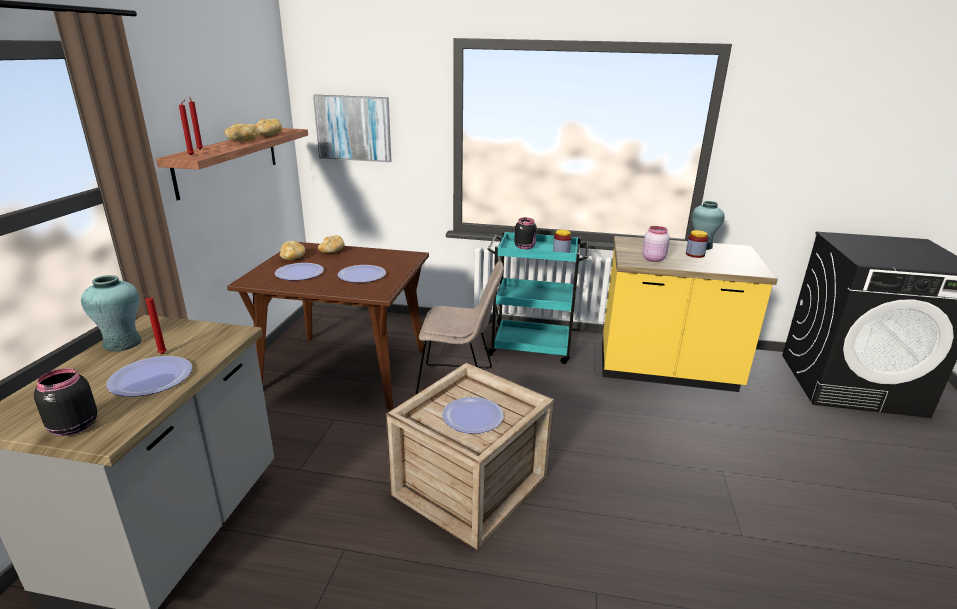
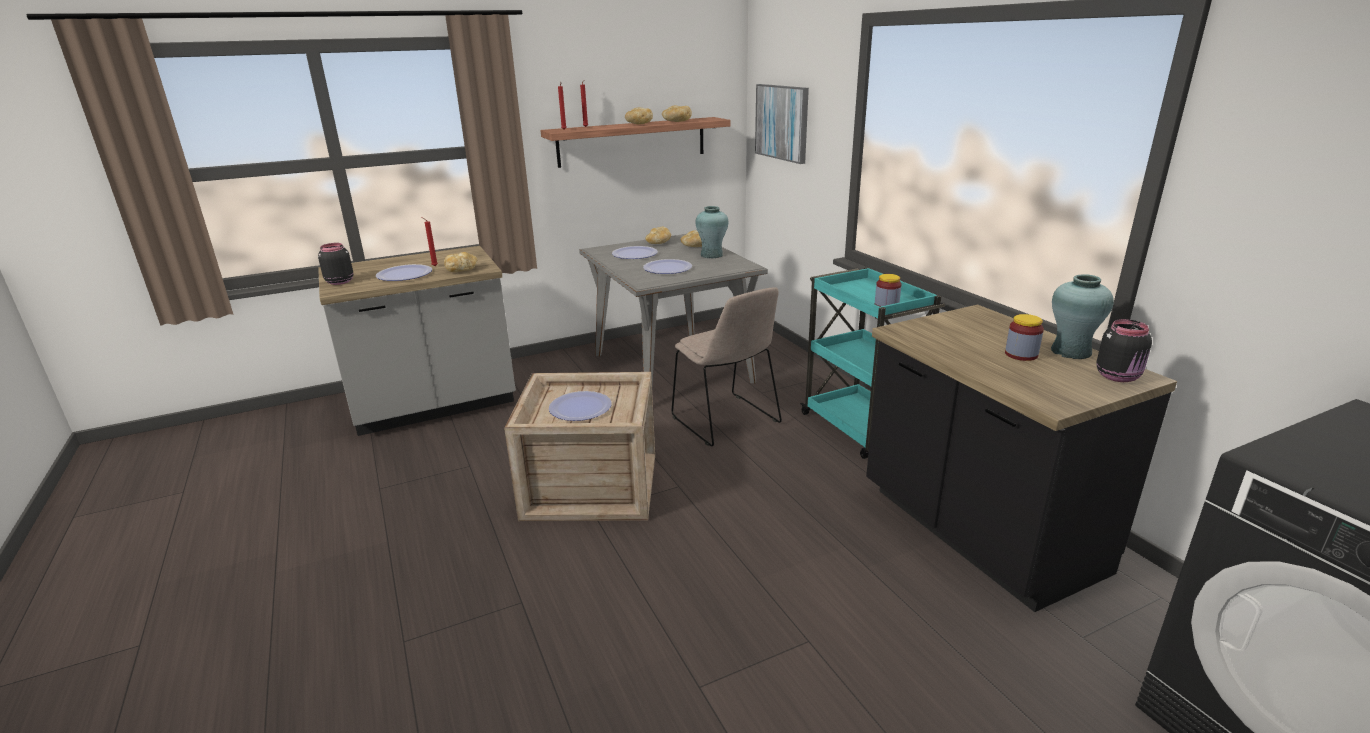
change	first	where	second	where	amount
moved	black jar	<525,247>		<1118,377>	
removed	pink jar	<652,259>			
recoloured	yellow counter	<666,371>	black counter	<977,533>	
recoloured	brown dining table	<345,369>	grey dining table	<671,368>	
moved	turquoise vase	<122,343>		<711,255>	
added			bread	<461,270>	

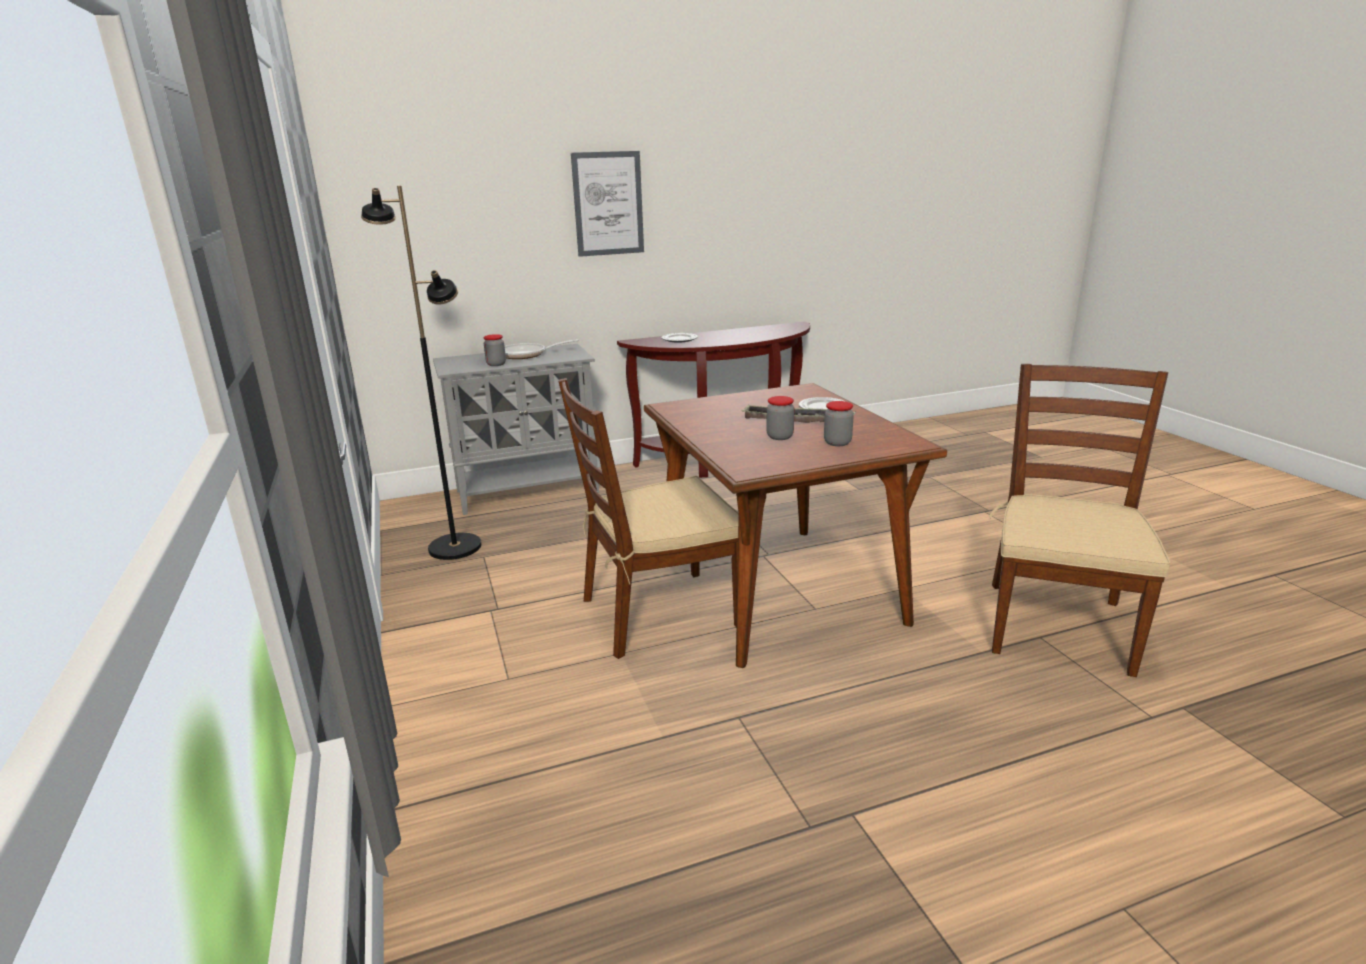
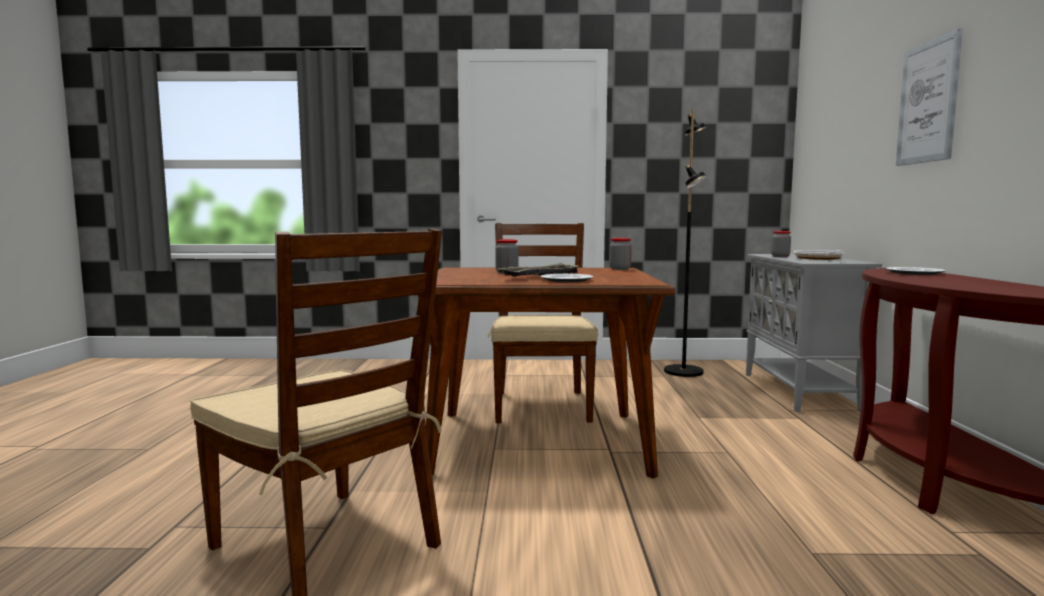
change	first	where	second	where	amount
moved	jar	<837,442>		<620,269>	

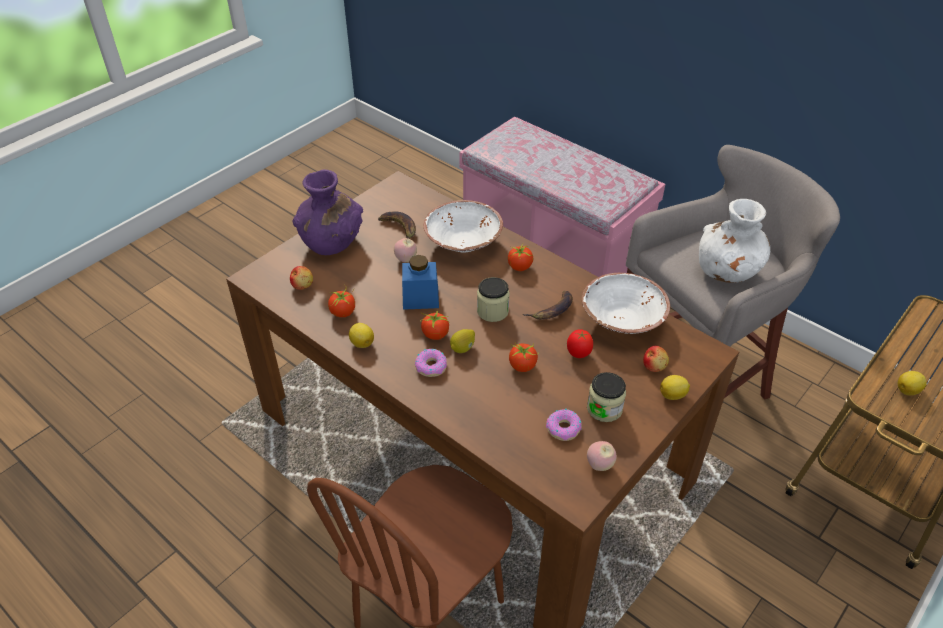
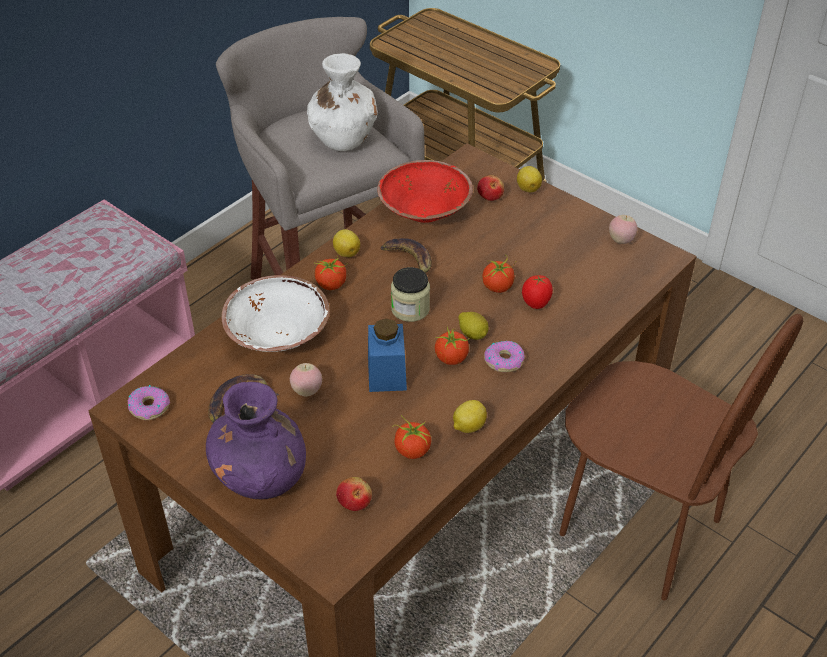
change	first	where	second	where	amount
recoloured	white bowl	<622,320>	red bowl	<425,211>	
moved	tomato	<578,354>		<536,304>	
moved	lemon	<908,390>		<346,252>	
removed	jar	<604,408>			
moved	donut	<563,428>		<149,407>	

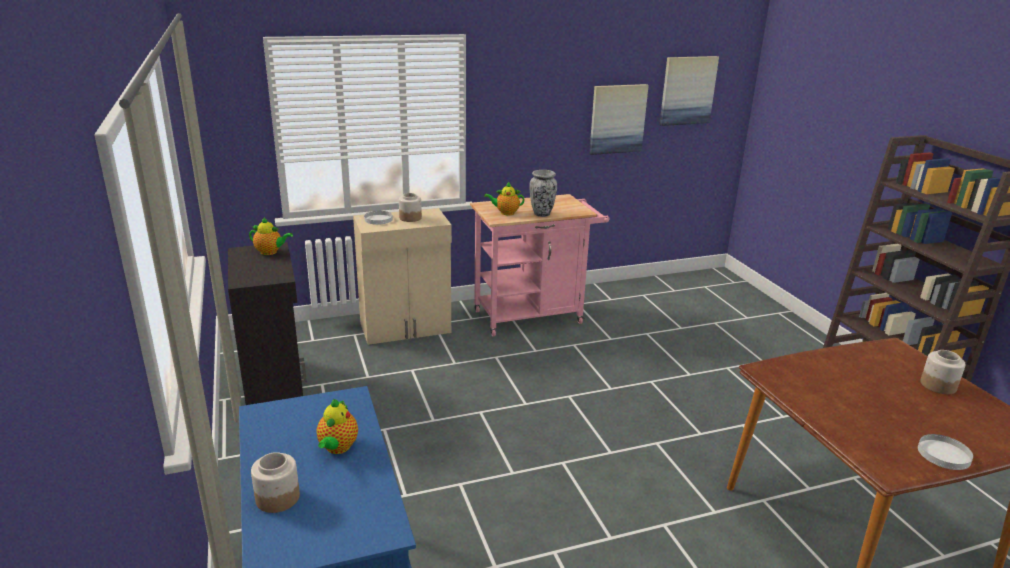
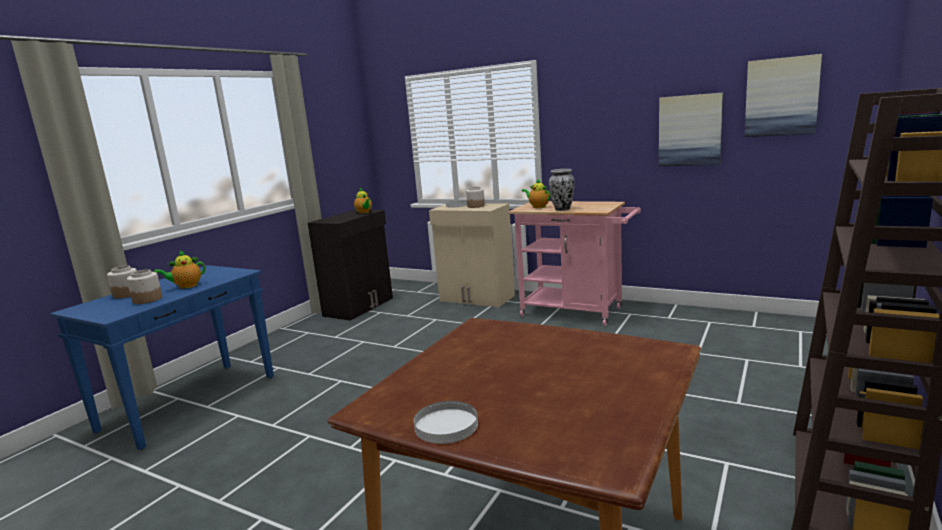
change	first	where	second	where	amount
moved	jar	<937,385>		<148,299>	

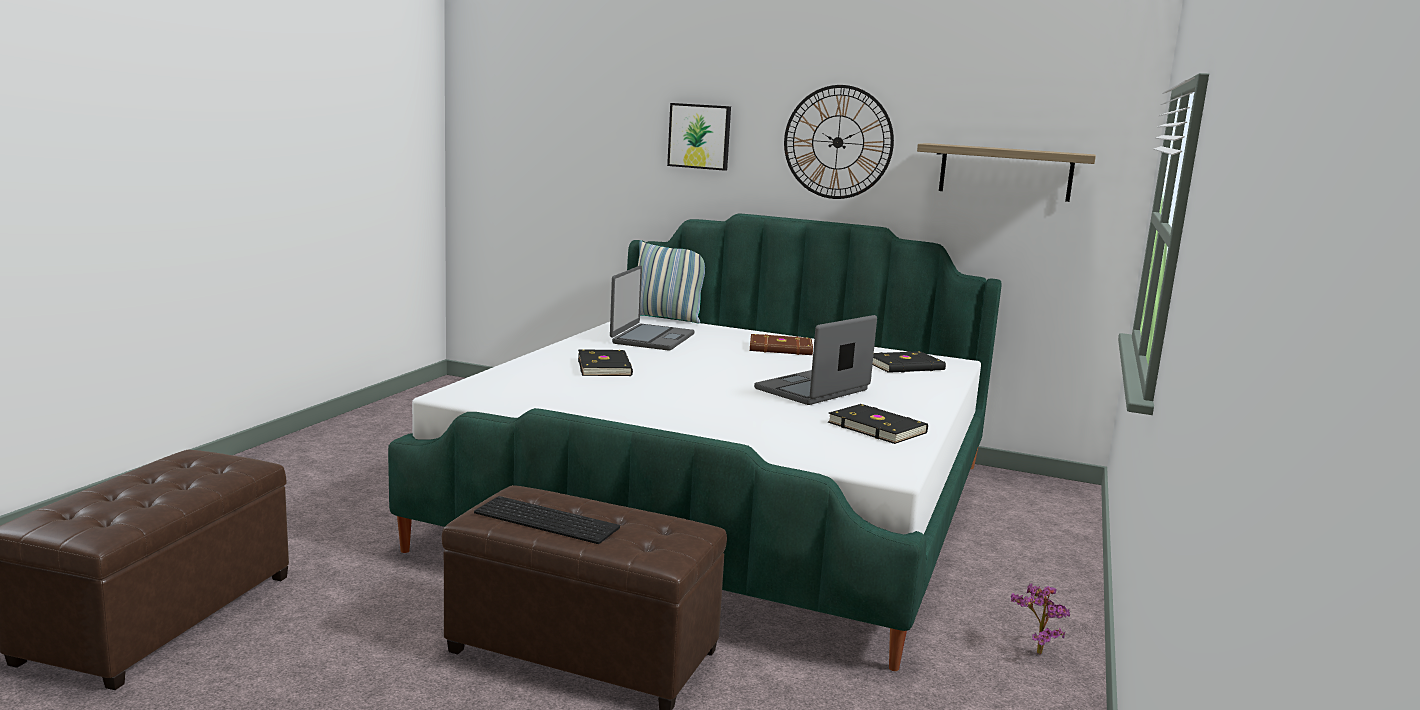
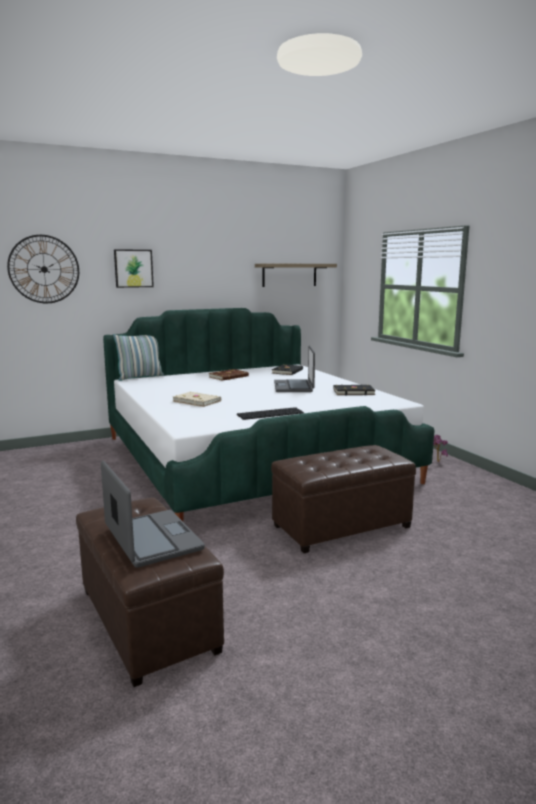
change	first	where	second	where	amount
moved	wall clock	<838,142>		<44,269>	
moved	laptop	<651,339>		<152,539>	
recoloured	black book	<605,367>	beige book	<197,401>	
moved	keyboard	<549,520>		<270,413>	

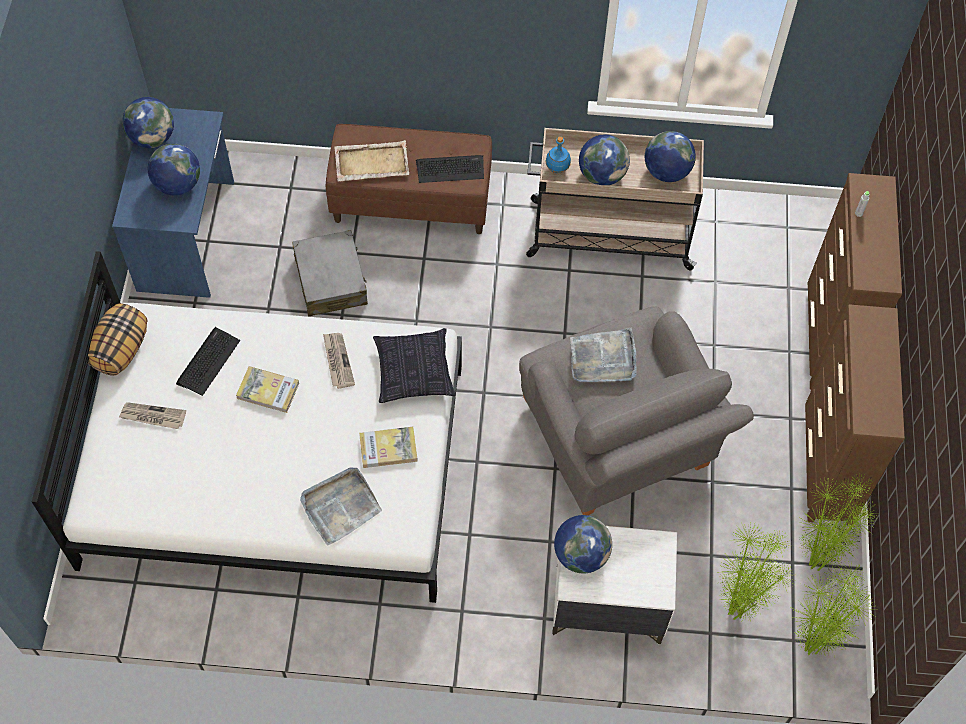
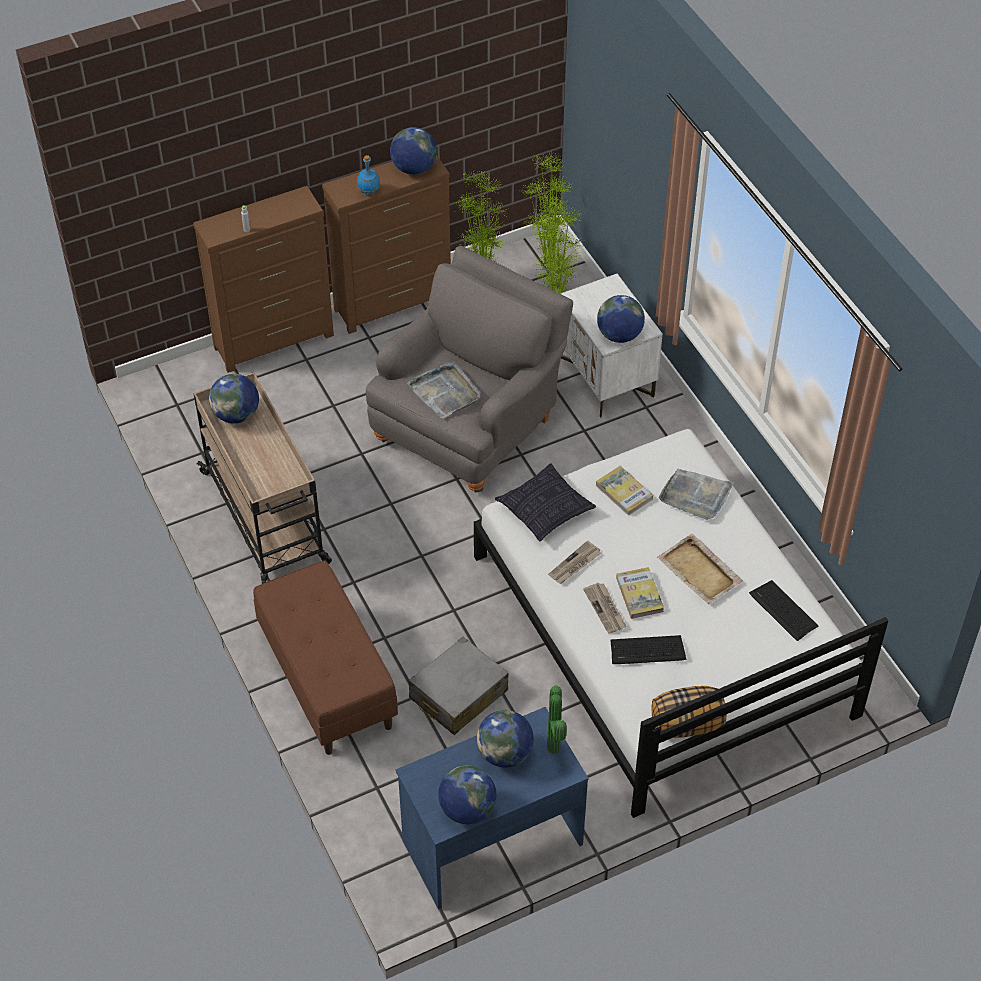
change	first	where	second	where	amount
moved	globe	<602,175>		<413,168>	
moved	blue bottle	<557,169>		<369,192>	
moved	beige tray	<371,163>		<699,571>	
moved	keyboard	<450,169>		<783,610>	
moved	newspaper	<152,416>		<605,609>	
added			potted plant	<556,747>	

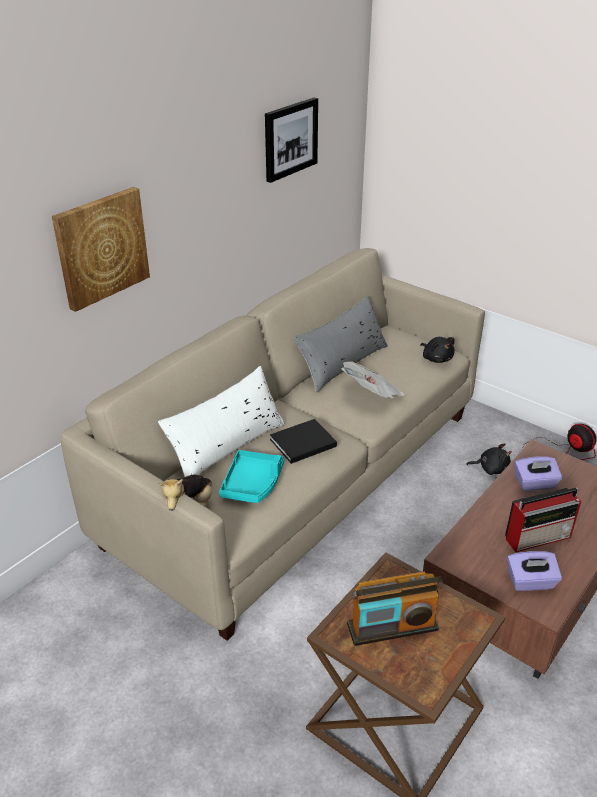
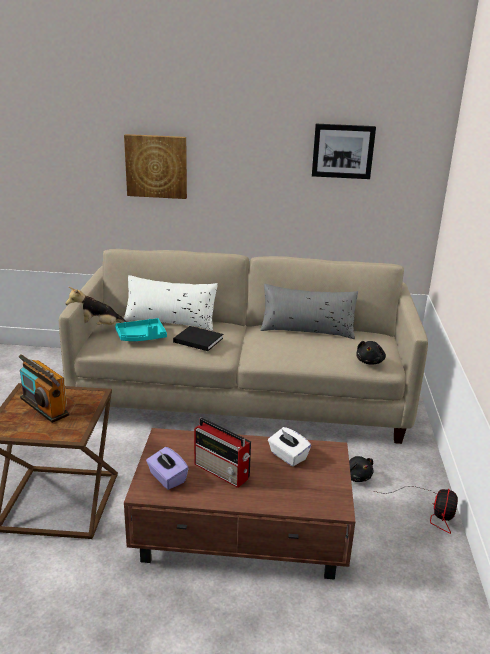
change	first	where	second	where	amount
removed	newspaper	<372,395>			
recoloured	purple tissue box	<535,483>	white tissue box	<288,456>	

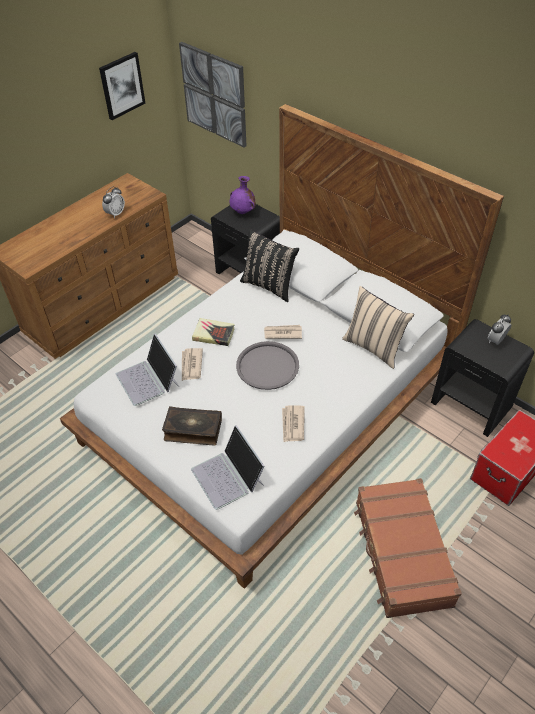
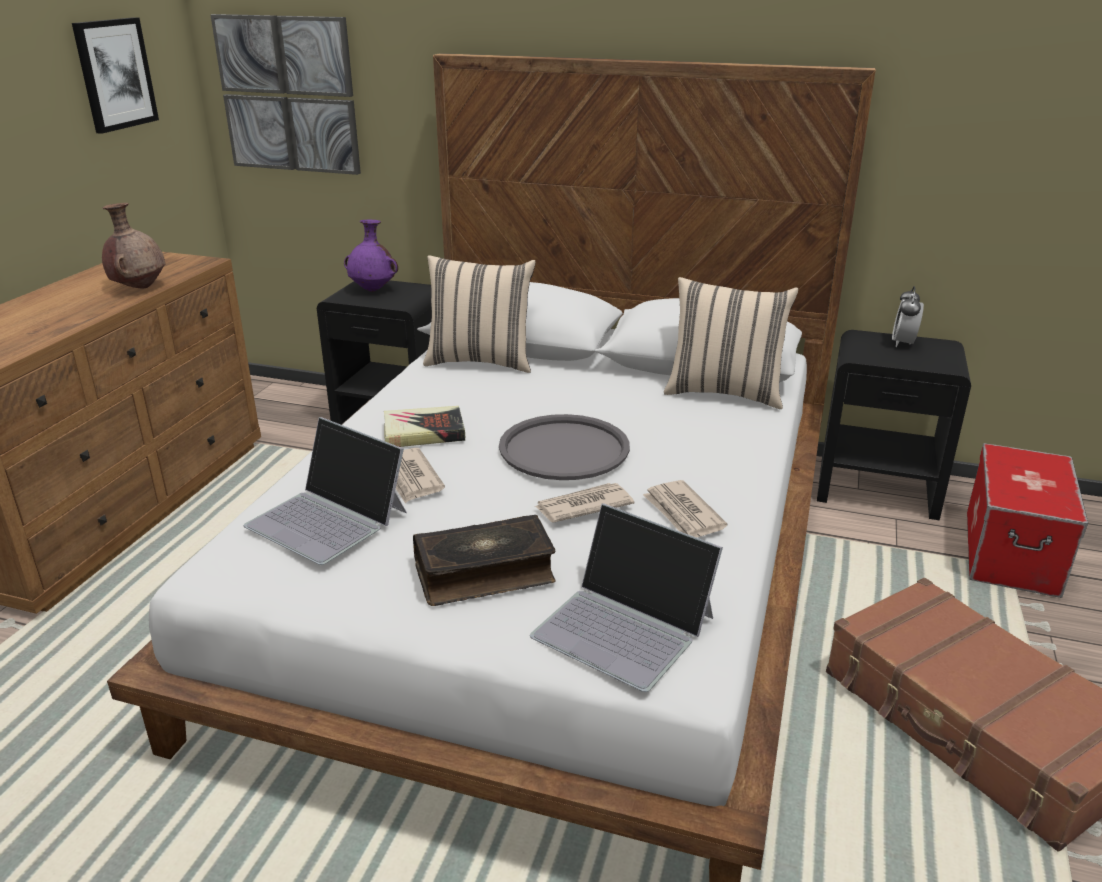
change	first	where	second	where	amount
replaced	alarm clock	<115,213>	brown vase	<139,288>	
recoloured	black pillow	<269,285>	beige pillow	<481,361>	
moved	newspaper	<282,333>		<582,506>	

